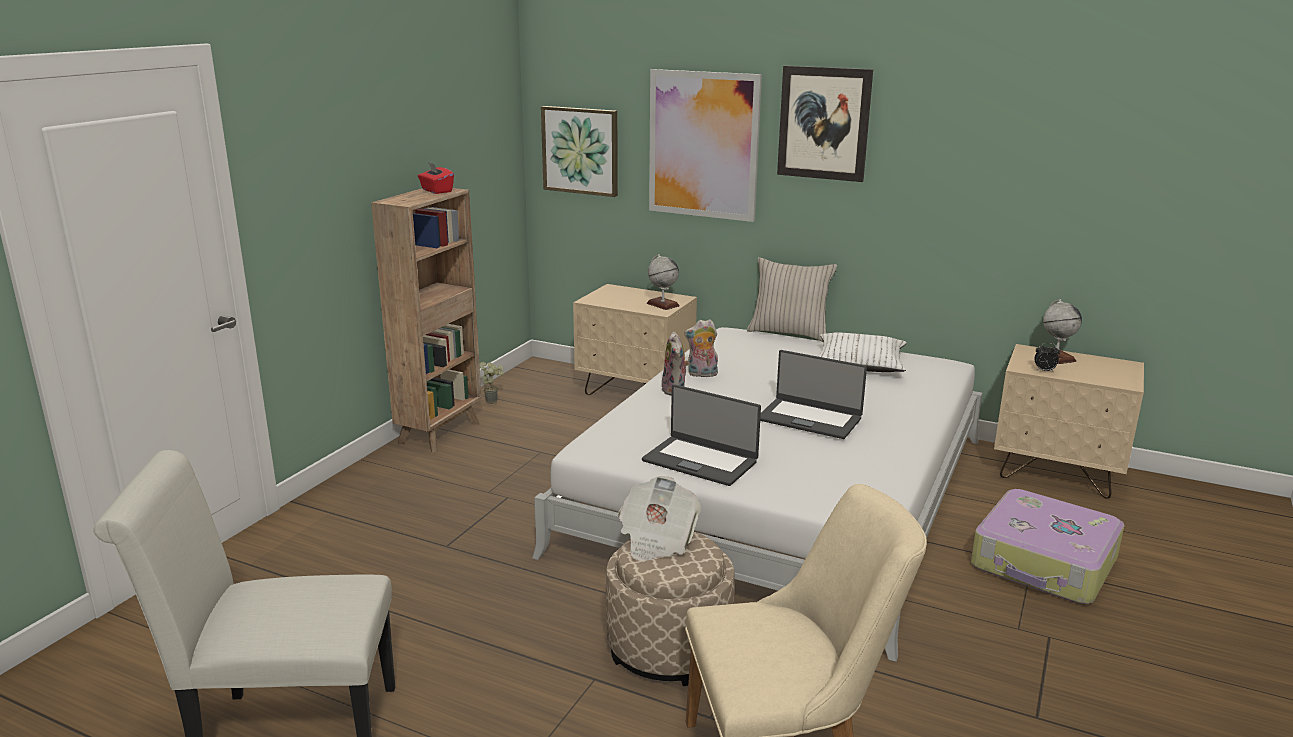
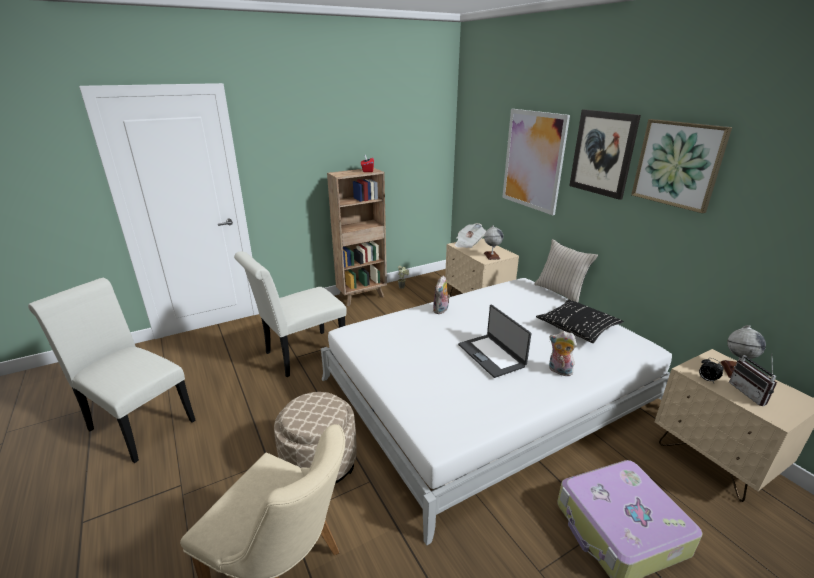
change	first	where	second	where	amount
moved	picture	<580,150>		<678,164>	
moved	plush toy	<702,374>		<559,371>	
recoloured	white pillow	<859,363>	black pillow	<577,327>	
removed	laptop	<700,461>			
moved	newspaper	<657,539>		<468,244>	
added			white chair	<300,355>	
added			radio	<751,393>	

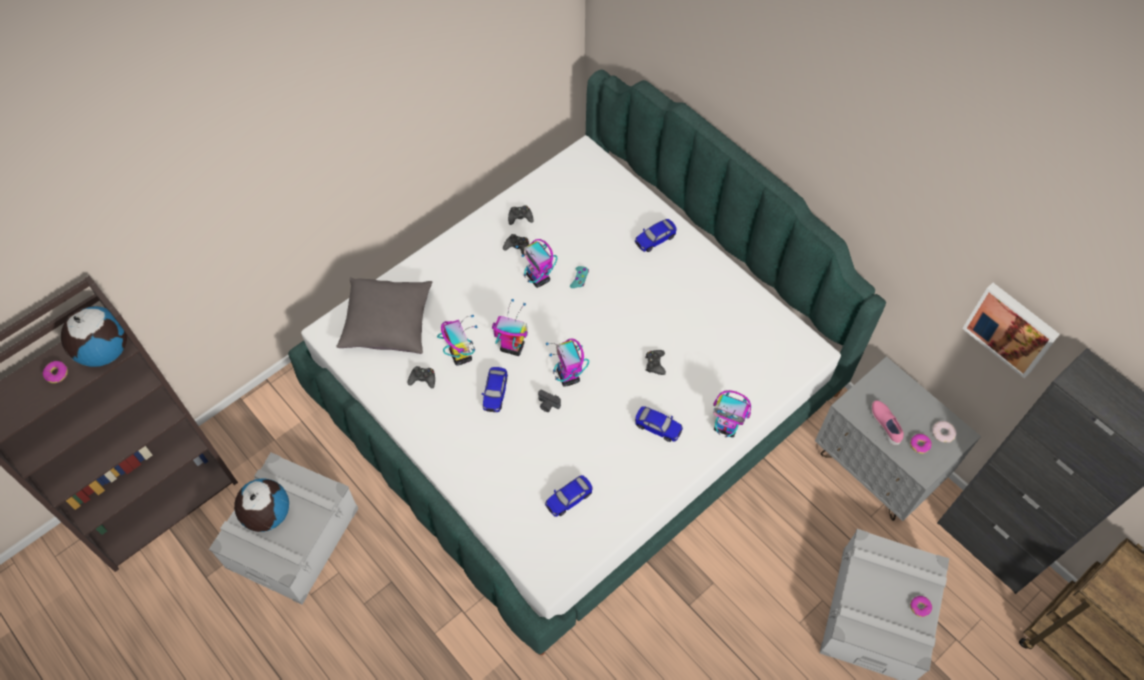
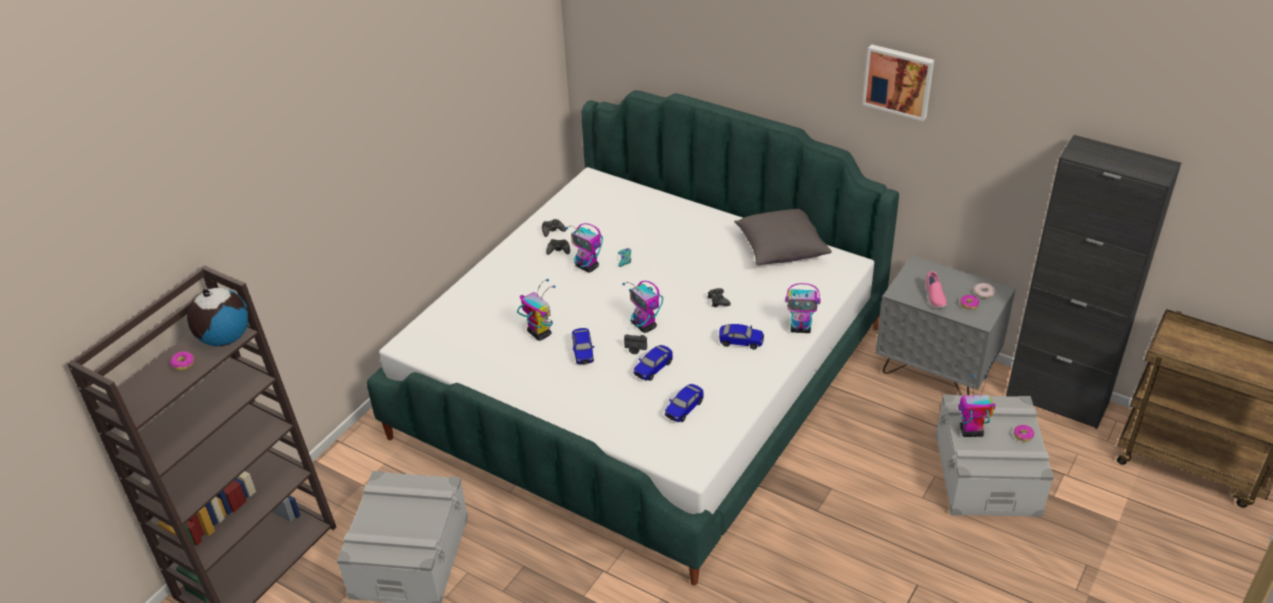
change	first	where	second	where	amount
moved	toy car	<655,240>		<653,369>	
moved	grey pillow	<388,323>		<781,249>	
moved	picture	<1011,328>		<899,81>	
moved	toy robot	<511,347>		<970,432>	
removed	black game controller	<423,379>			
turned	pink shoe	<885,425>		<934,298>	150 degrees counterclockwise
removed	globe	<267,514>			

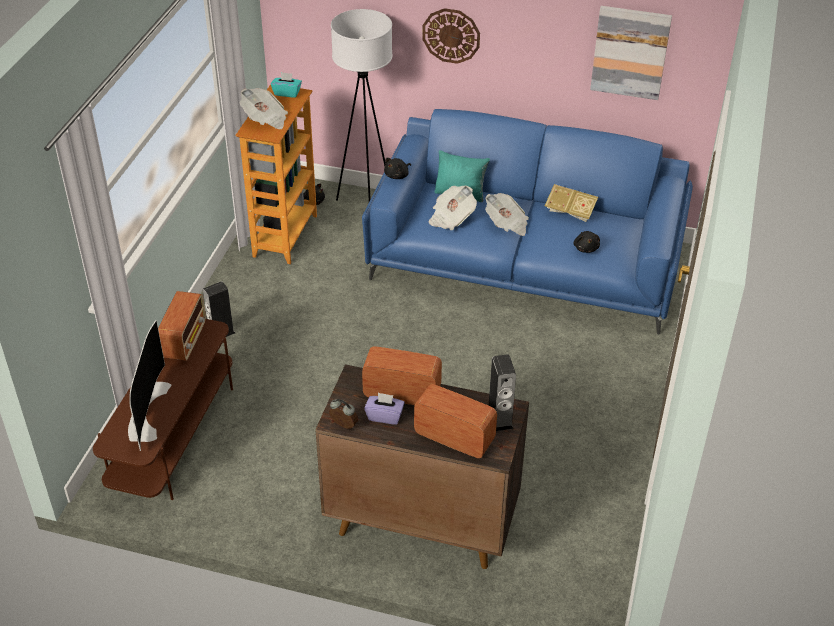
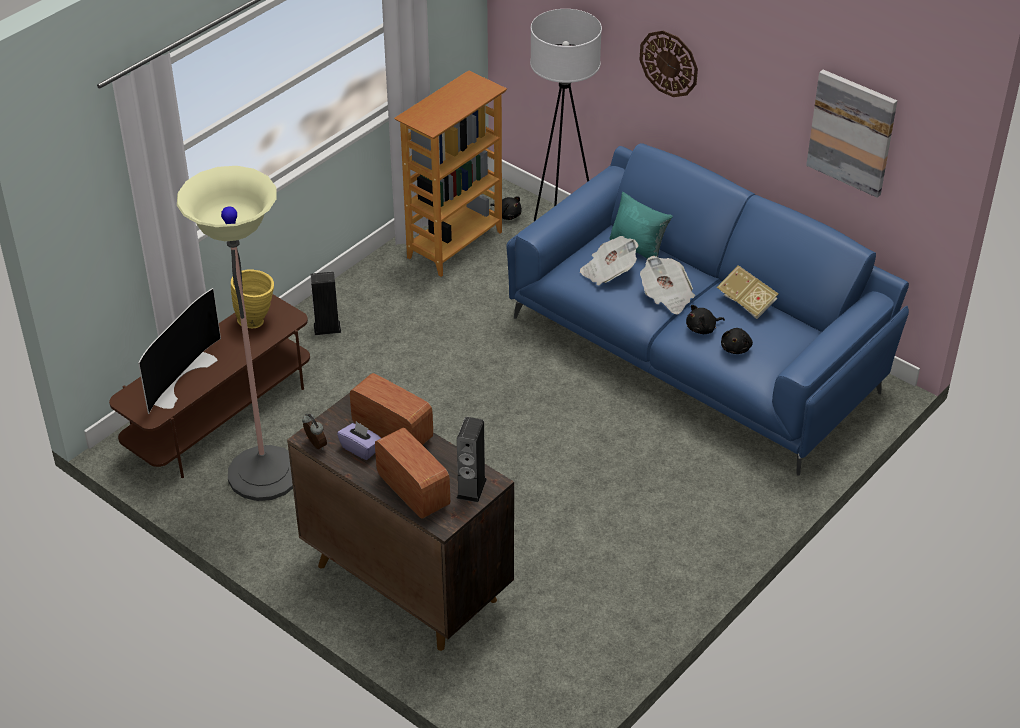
change	first	where	second	where	amount
removed	turquoise tissue box	<287,93>			
removed	newspaper	<265,119>			
moved	black plush toy	<397,175>		<702,329>	
replaced	radio	<185,340>	yellow vase	<257,320>	
added			floor lamp	<264,474>	

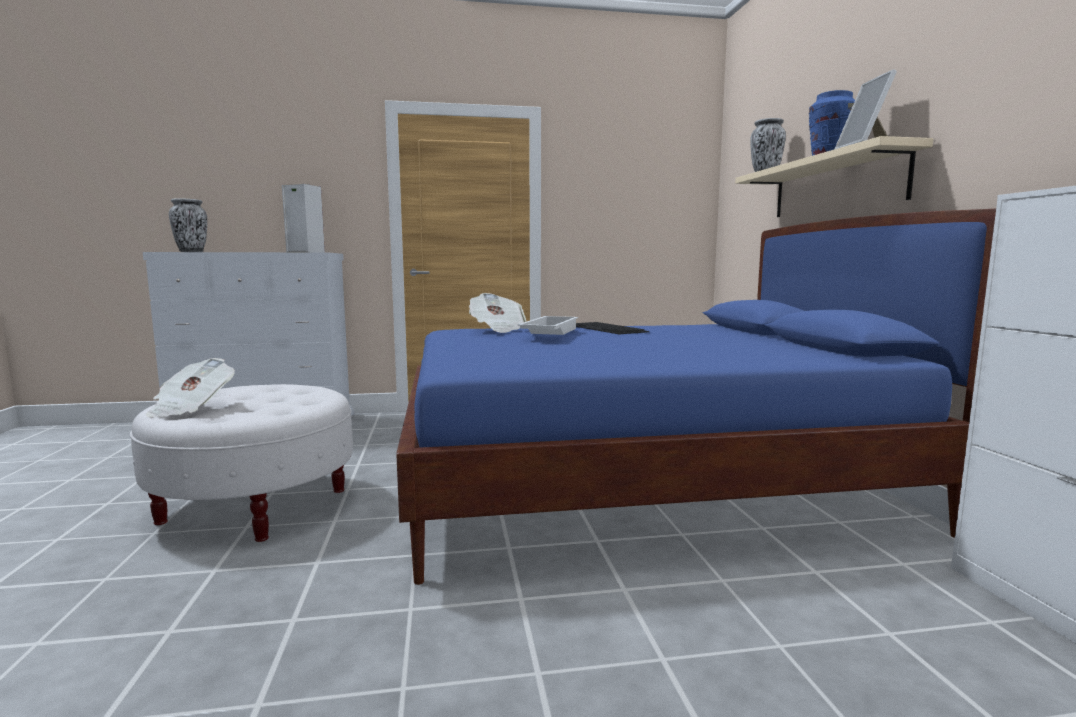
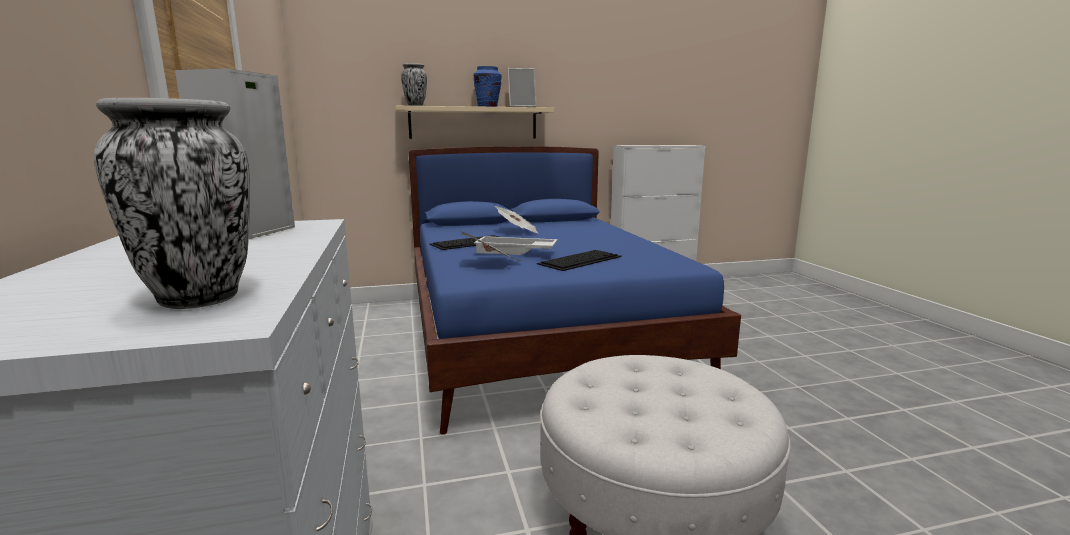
change	first	where	second	where	amount
moved	newspaper	<191,408>		<517,232>	
added			keyboard	<580,260>	

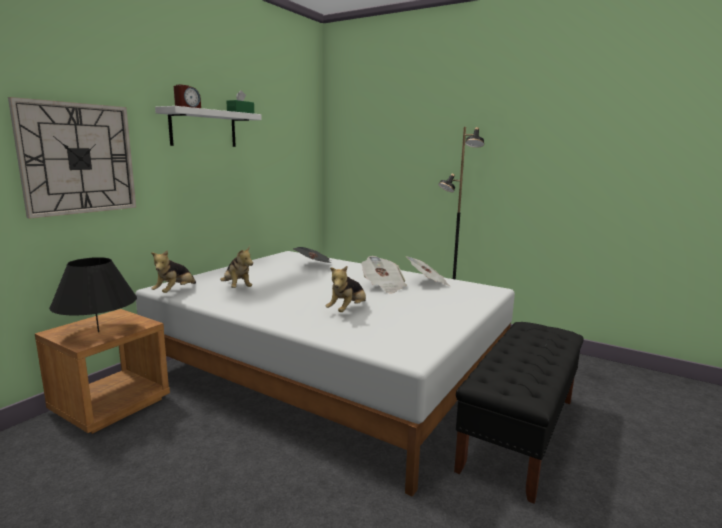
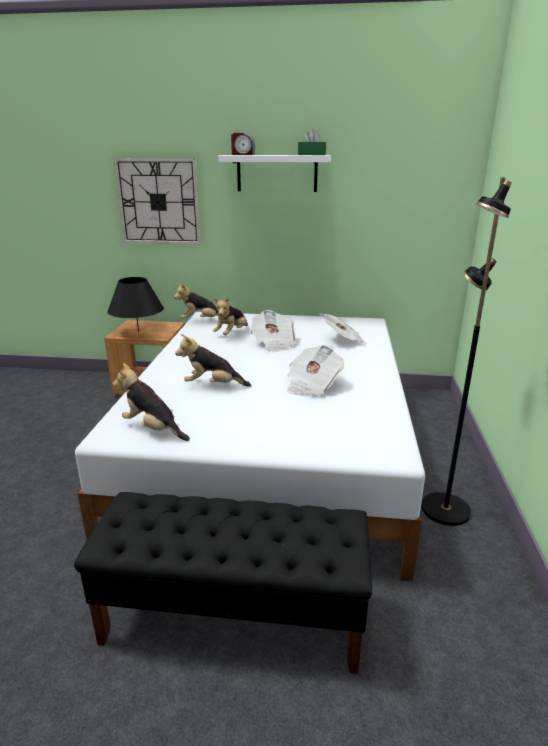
change	first	where	second	where	amount
moved	newspaper	<428,283>		<273,343>	
added			plush toy	<153,429>	

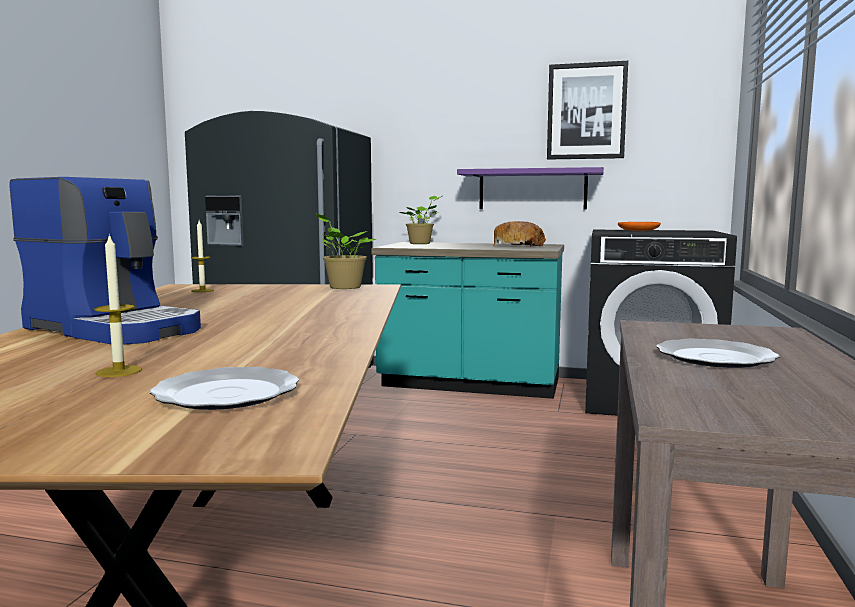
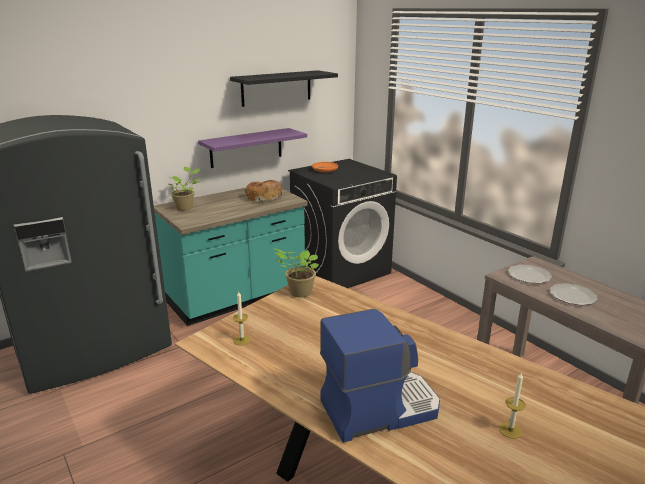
change	first	where	second	where	amount
replaced	picture	<586,111>	black shelf	<276,88>	
moved	plate	<225,393>		<528,276>	

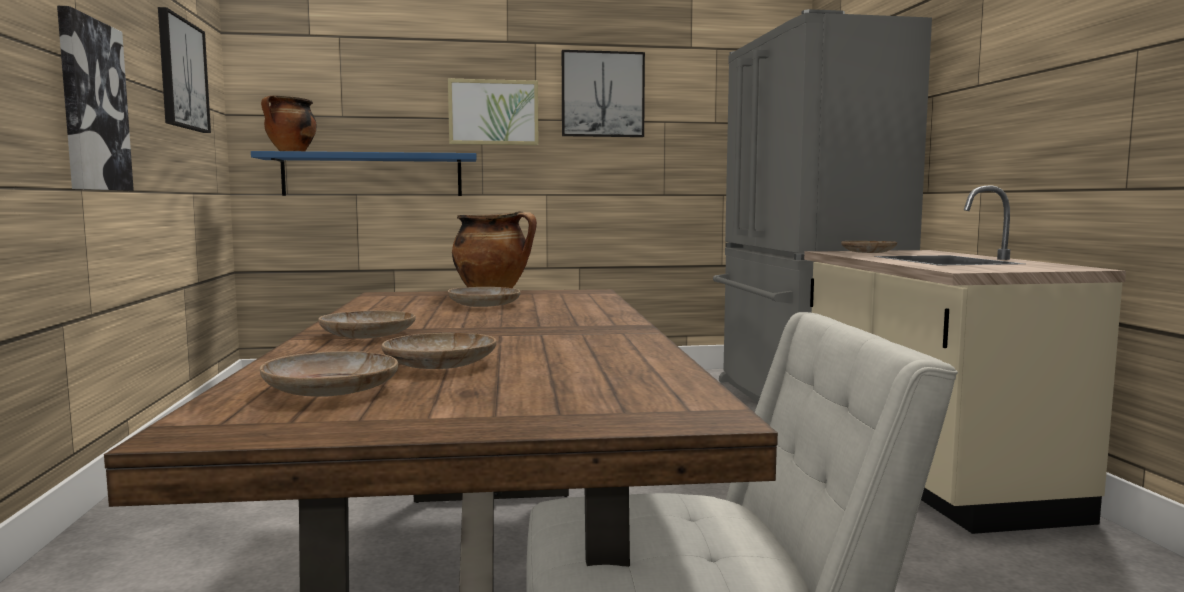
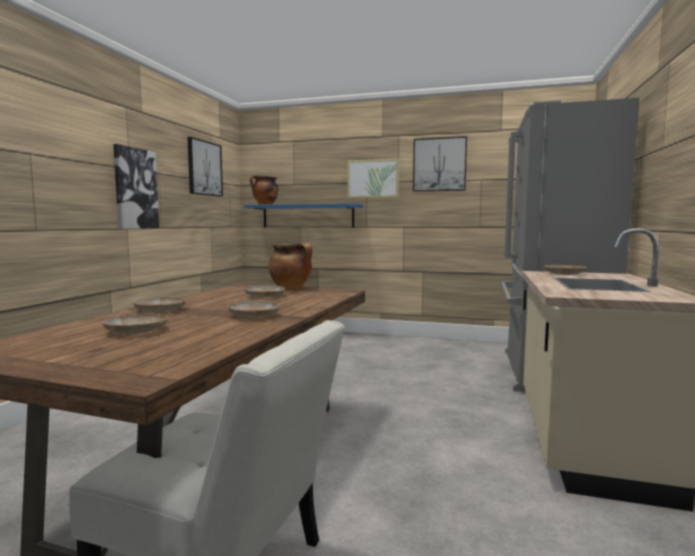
change	first	where	second	where	amount
moved	beige plate	<331,389>		<254,315>	

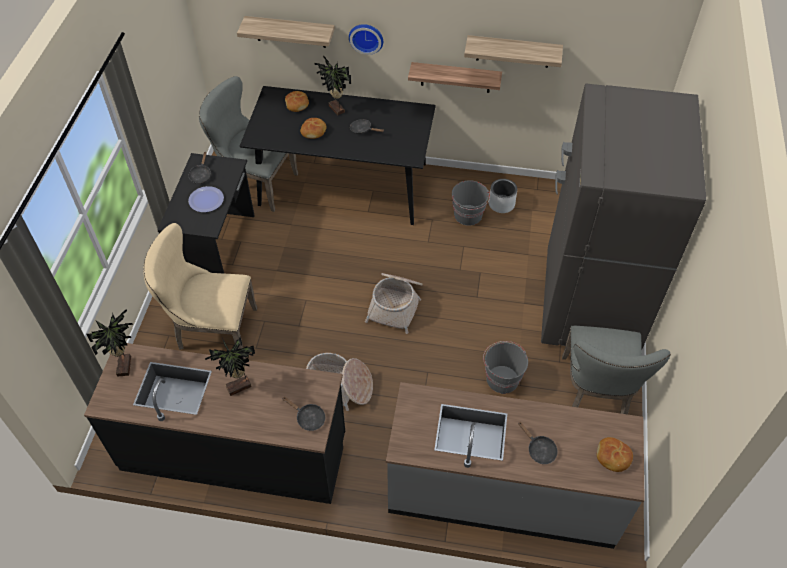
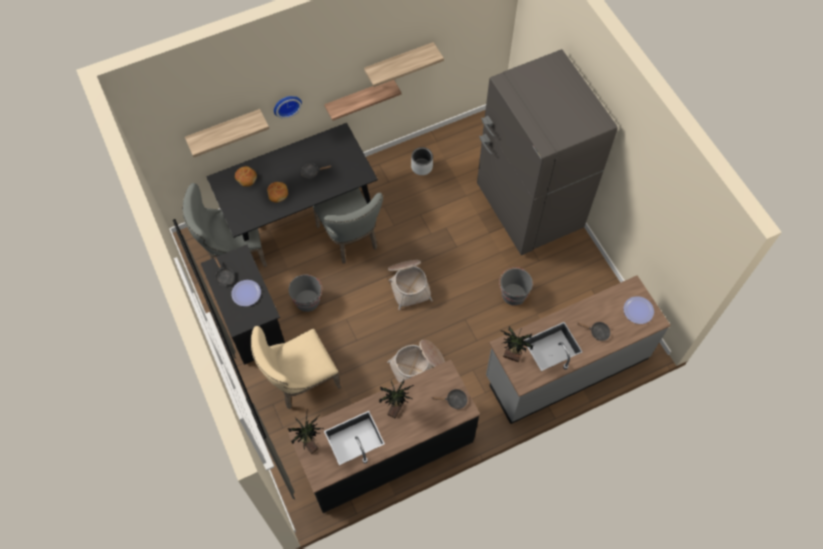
change	first	where	second	where	amount
moved	potted plant	<335,110>		<512,357>	
moved	grey bucket	<468,215>		<308,301>	
moved	grey chair	<595,395>		<351,239>	
replaced	bread	<613,457>	plate	<638,310>	

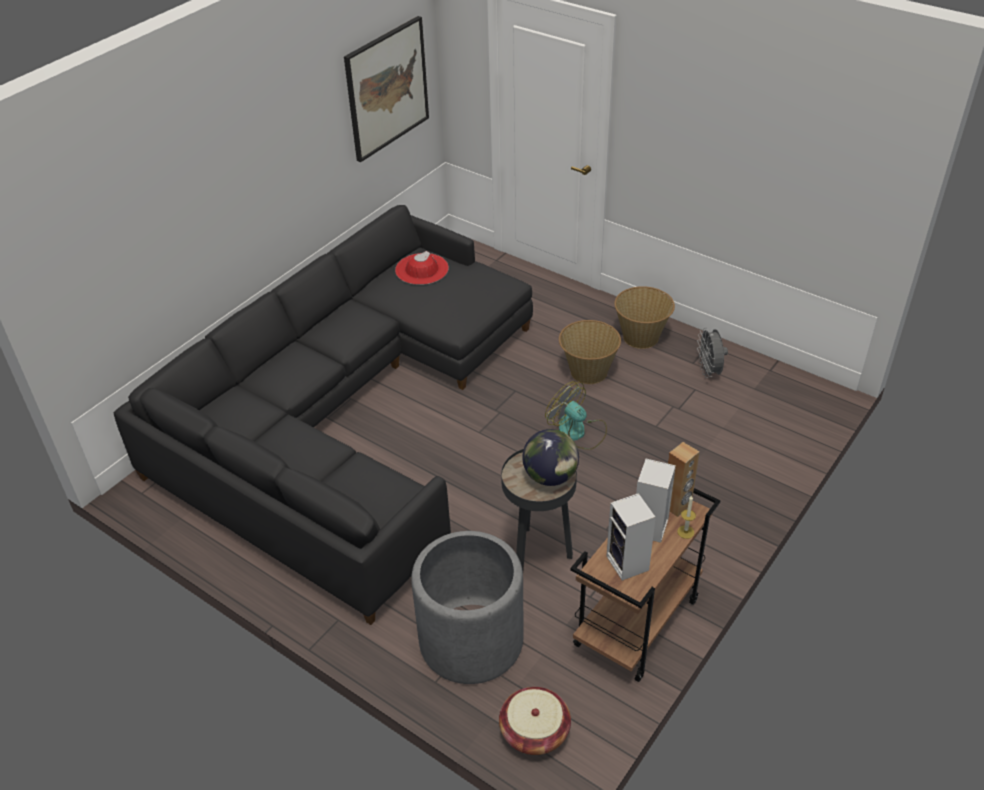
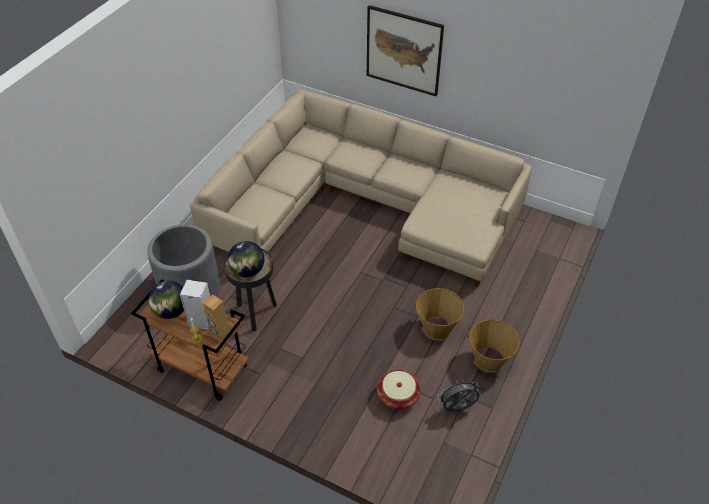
change	first	where	second	where	amount
moved	picture	<387,88>		<404,50>	
recoloured	black sofa	<345,417>	beige sofa	<363,205>	
removed	red hat	<421,269>			
removed	fan	<577,432>			
replaced	speaker	<629,564>	globe	<171,311>	
moved	basket	<534,731>		<398,396>	

